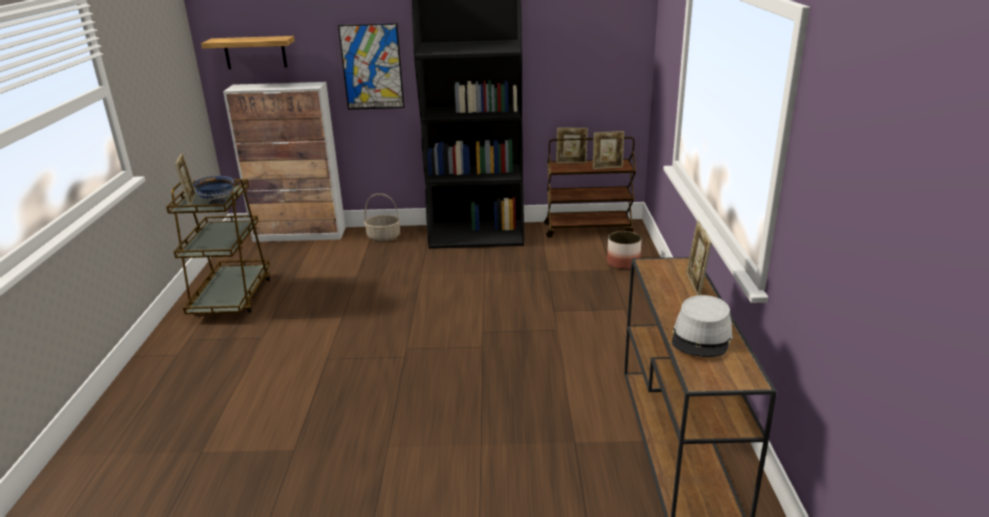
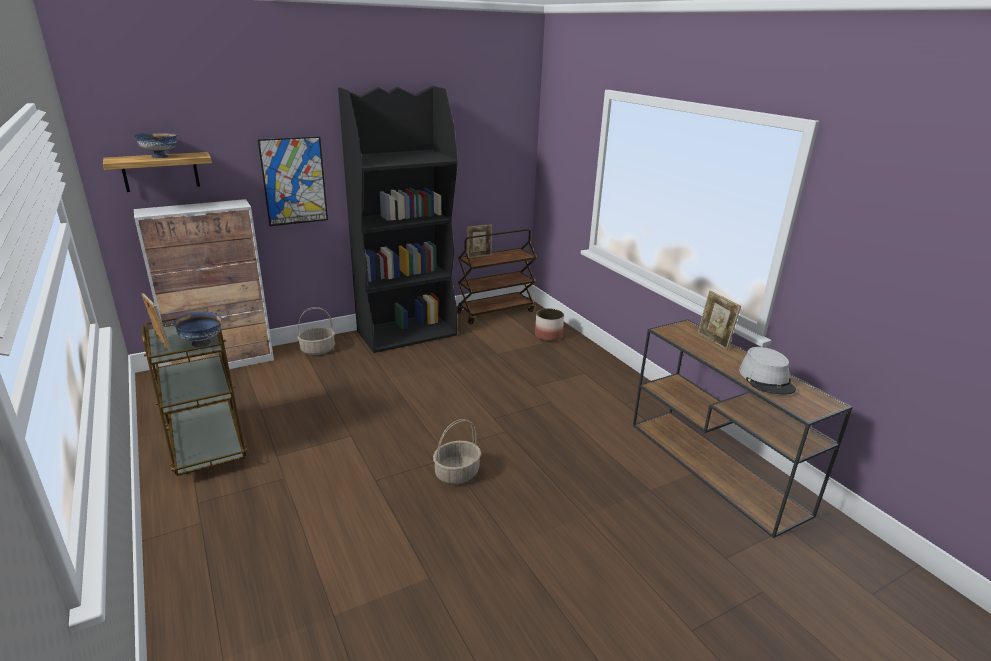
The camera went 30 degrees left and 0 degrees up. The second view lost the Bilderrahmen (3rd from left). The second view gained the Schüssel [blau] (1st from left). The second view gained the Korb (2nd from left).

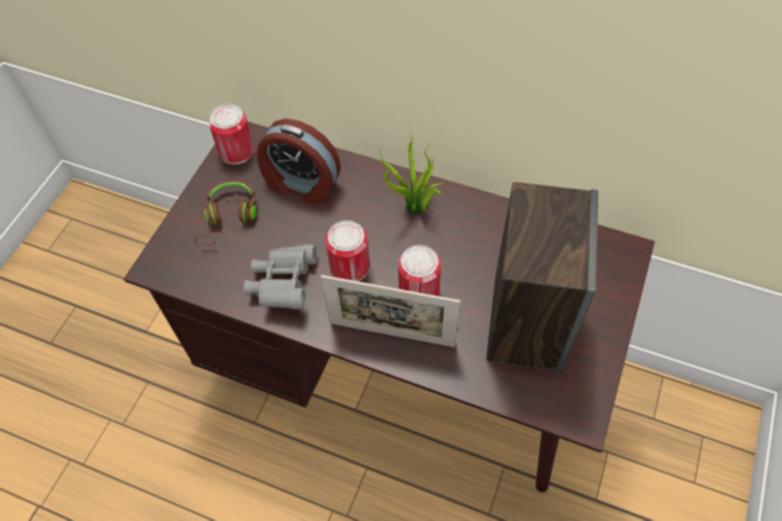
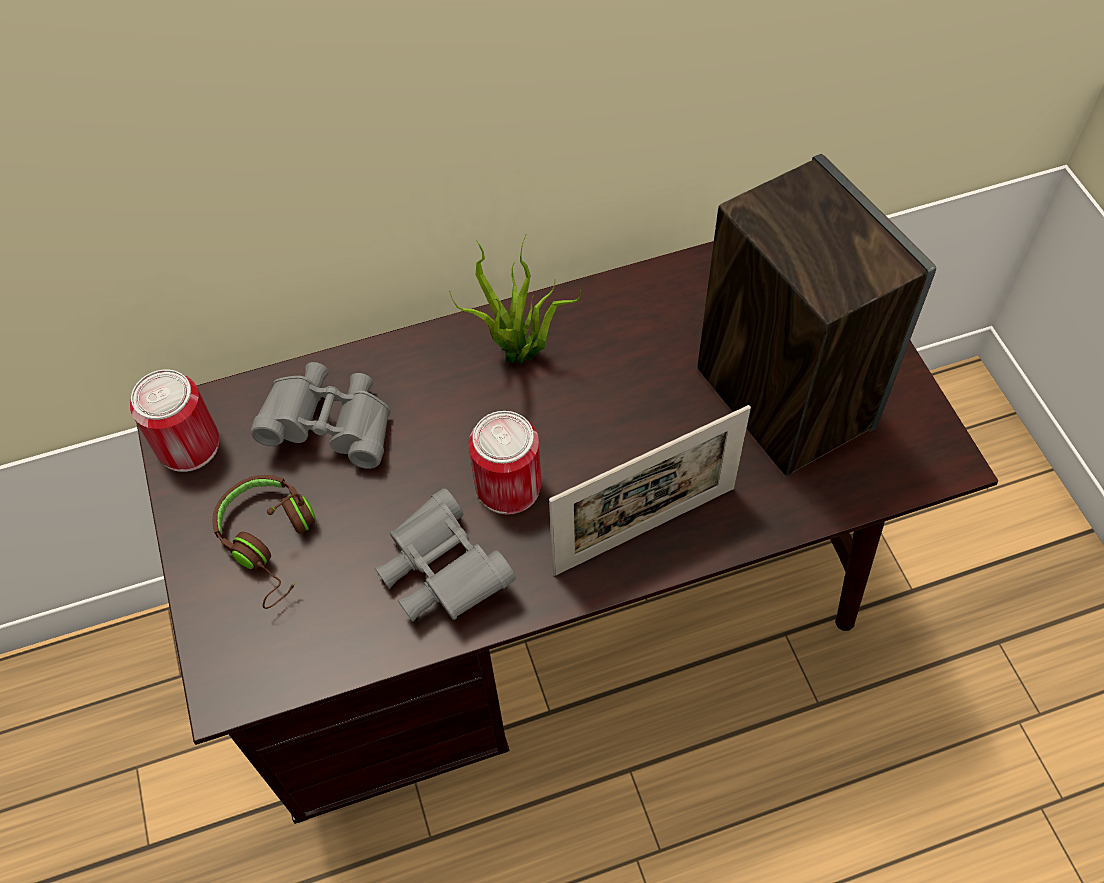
The camera went 40 degrees left and 0 degrees up. The second view lost the Dose (3rd from left). Where the Wecker stood, the Fernglas [grau] (1st from left) came to stand.

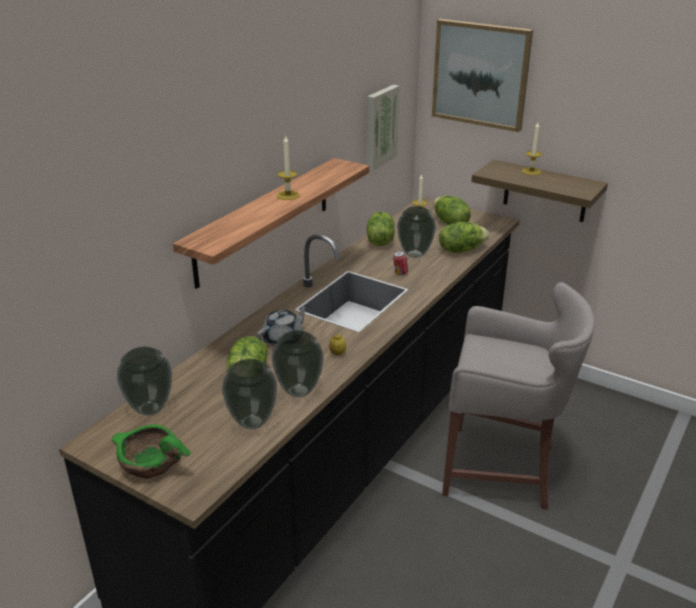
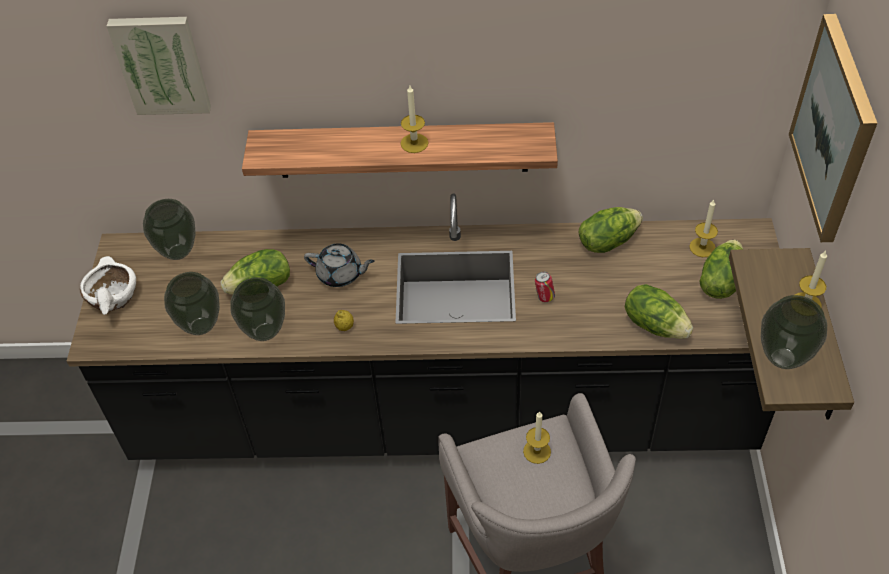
The camera went 60 degrees right and 20 degrees up. The second view gained the Kerze (2nd from left). The Bild (1st from left) ended up elsewhere. The Vase (4th from left) ended up elsewhere. What was the Schüssel [grün] turned into the Schüssel [weiß].

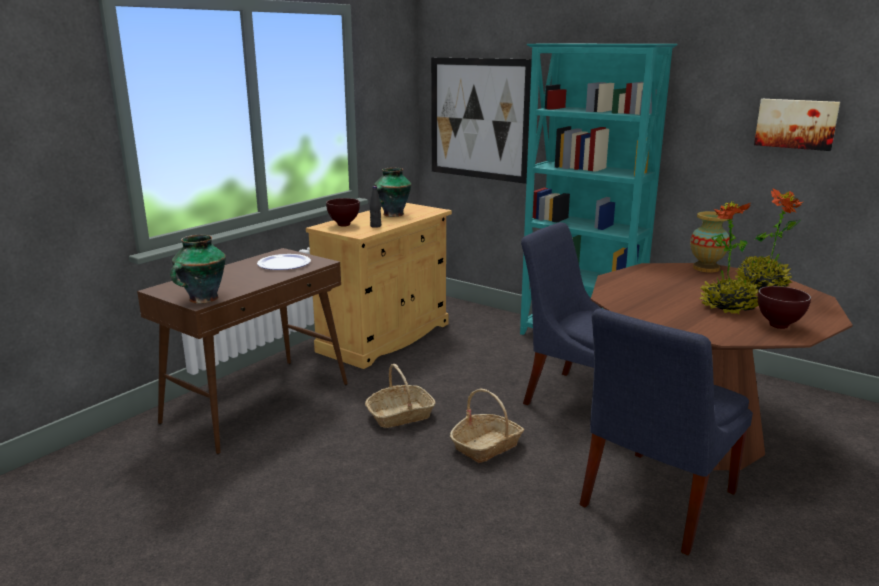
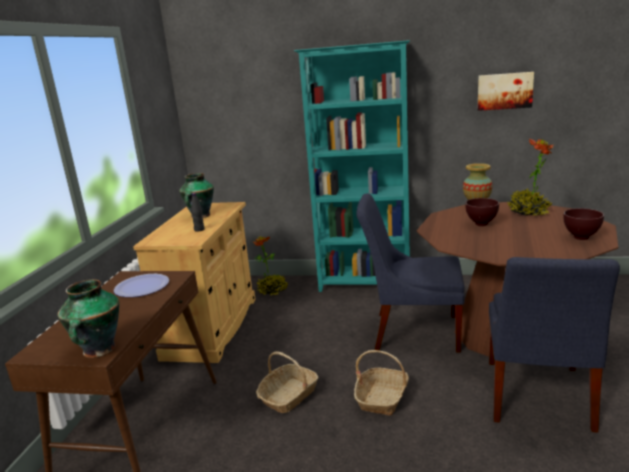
The camera went 25 degrees left and 0 degrees up. The second view lost the Bild (1st from left). The Schüssel [braun] (1st from left) ended up elsewhere. The Topfpflanze (1st from left) ended up elsewhere.

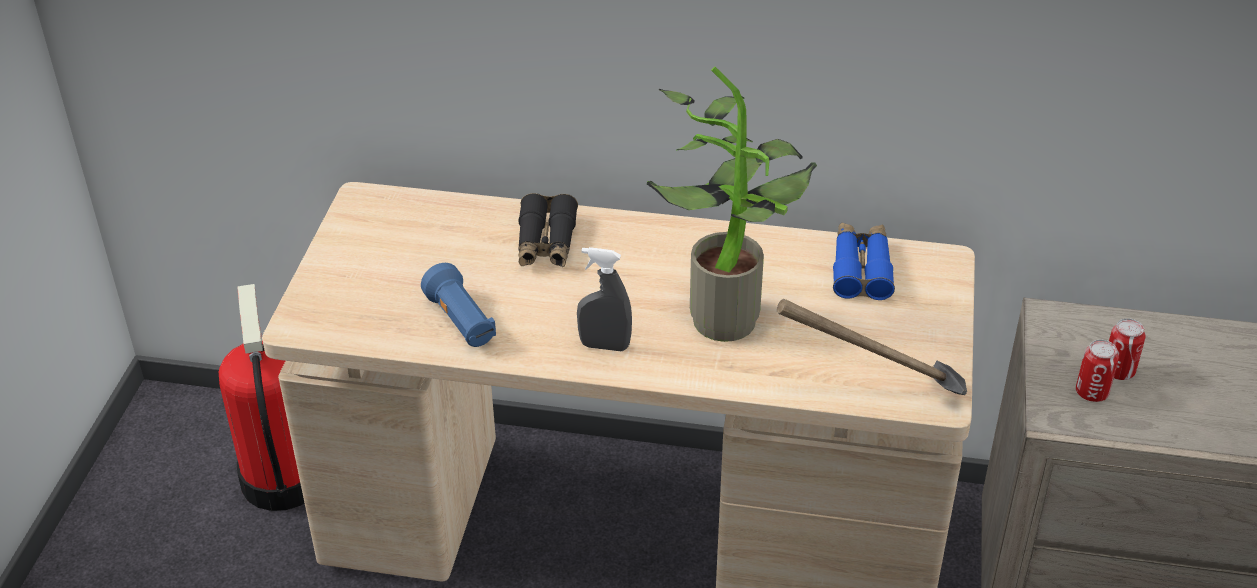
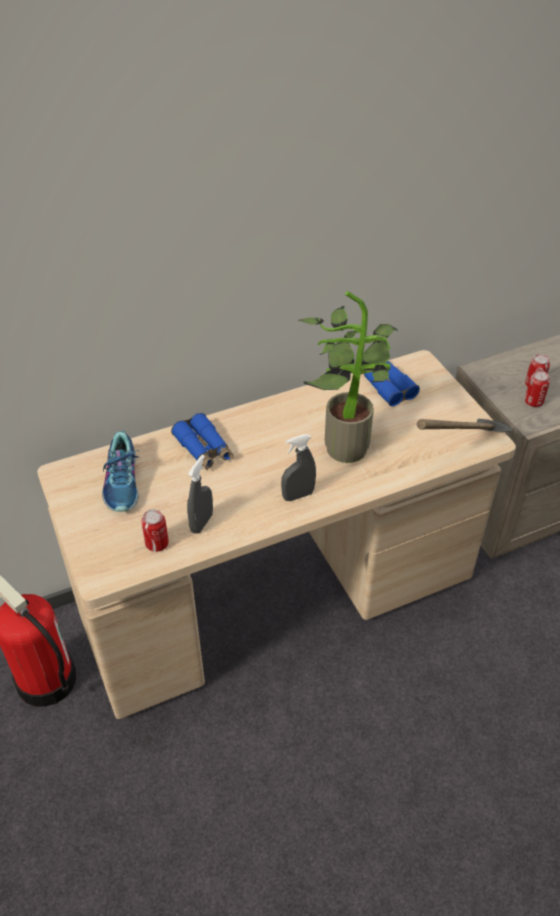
The camera went 35 degrees left and 5 degrees up. The second view gained the Schuh. The second view gained the Dose (1st from left). Where the Taschenlampe [blau] stood, the Sprühflasche [grau] (1st from left) came to stand. What was the Fernglas [schwarz] turned into the Fernglas [blau] (1st from left).

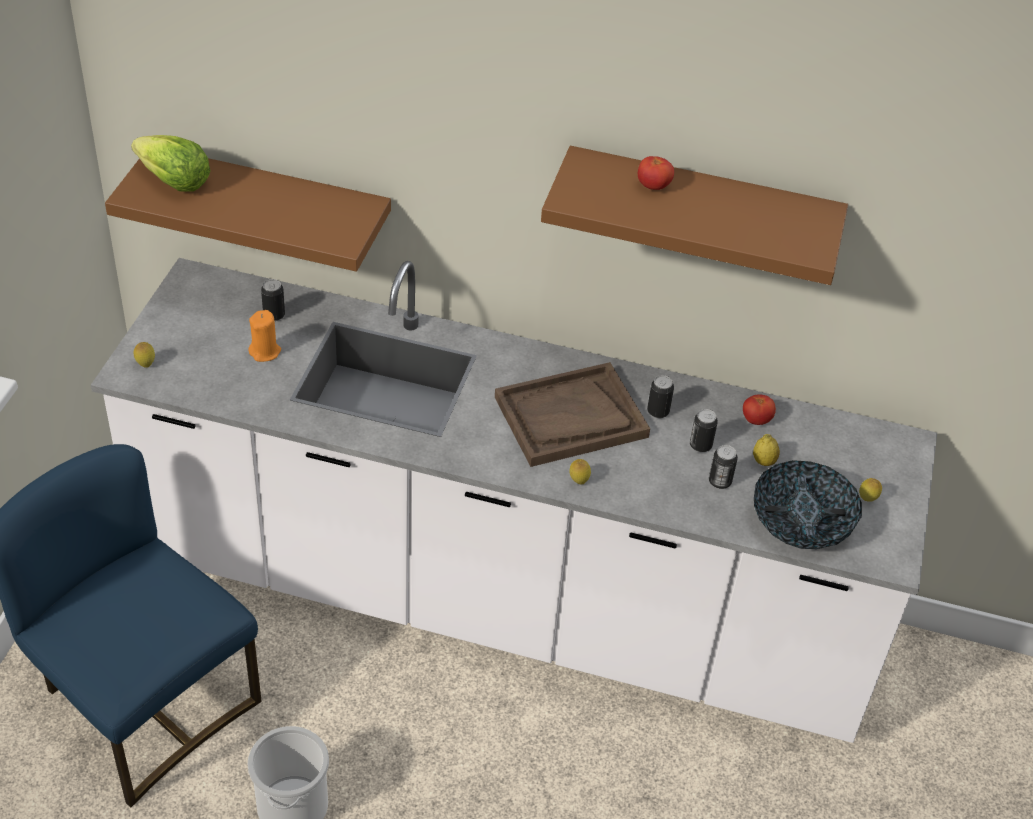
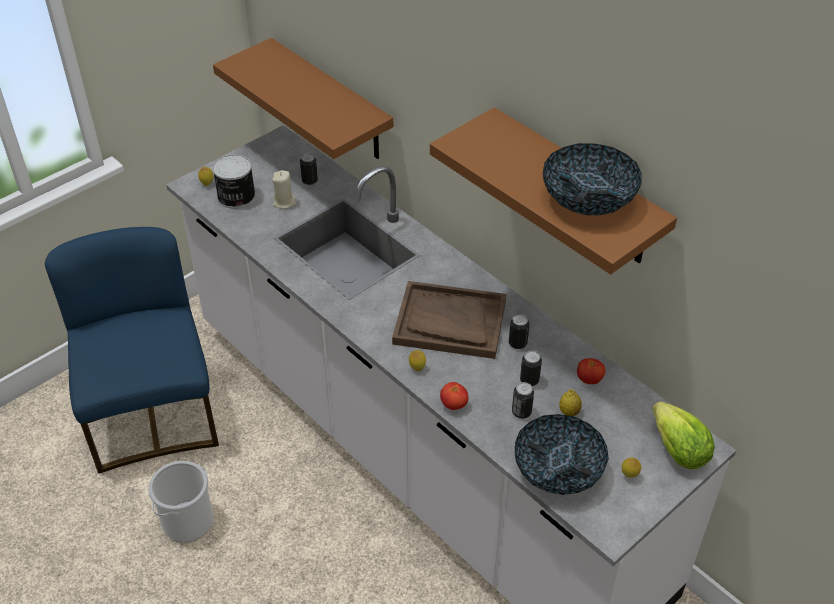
The camera went 35 degrees right and 0 degrees up. The second view gained the Dose (1st from left). The second view gained the Schüssel (2nd from left). The Salatkopf ended up elsewhere. The Tomate (1st from left) ended up elsewhere. What was the Kerze [orange] turned into the Kerze [beige].

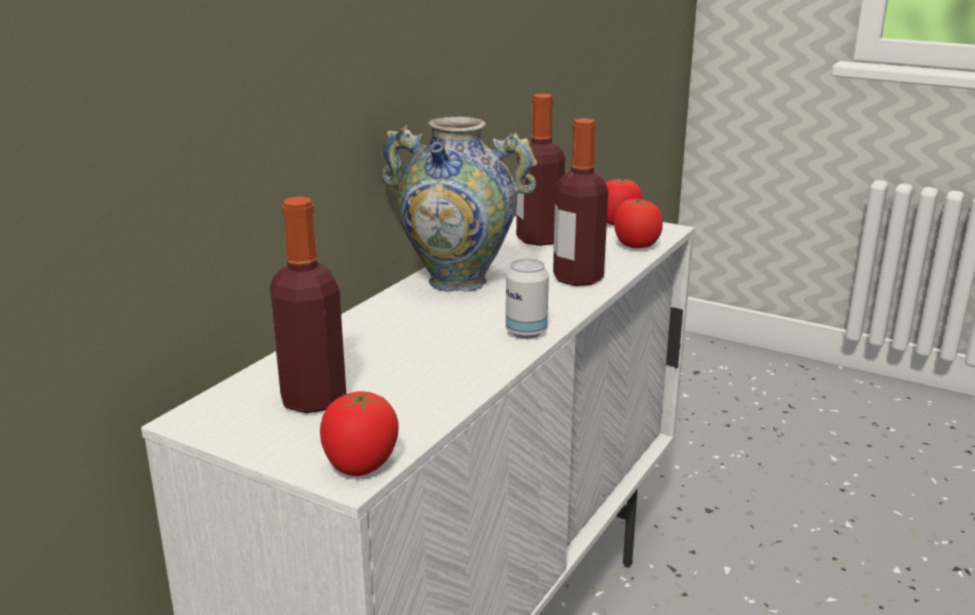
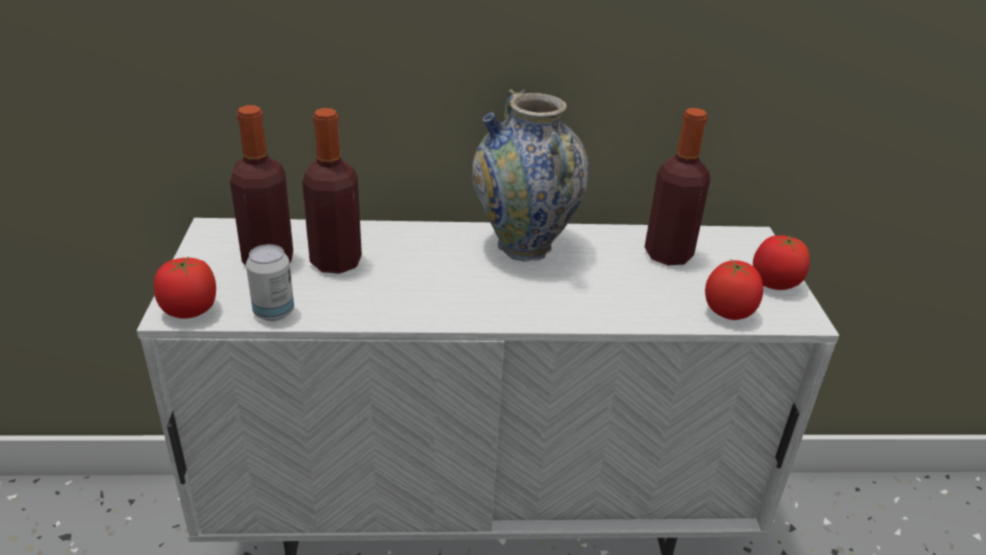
The camera went 55 degrees right and 10 degrees up. The Dose ended up elsewhere. The Flasche (3rd from left in the first image) ended up elsewhere.

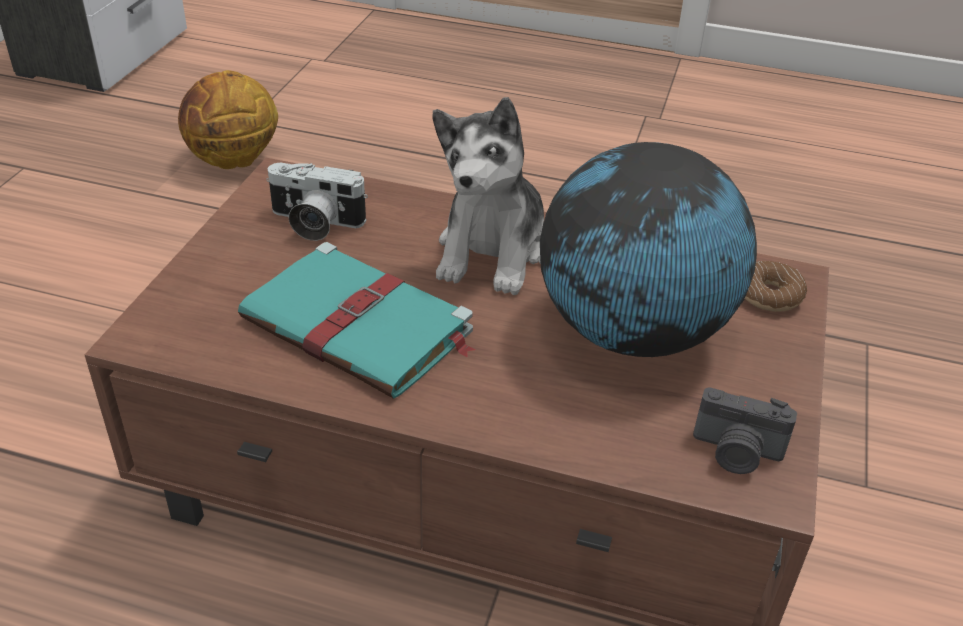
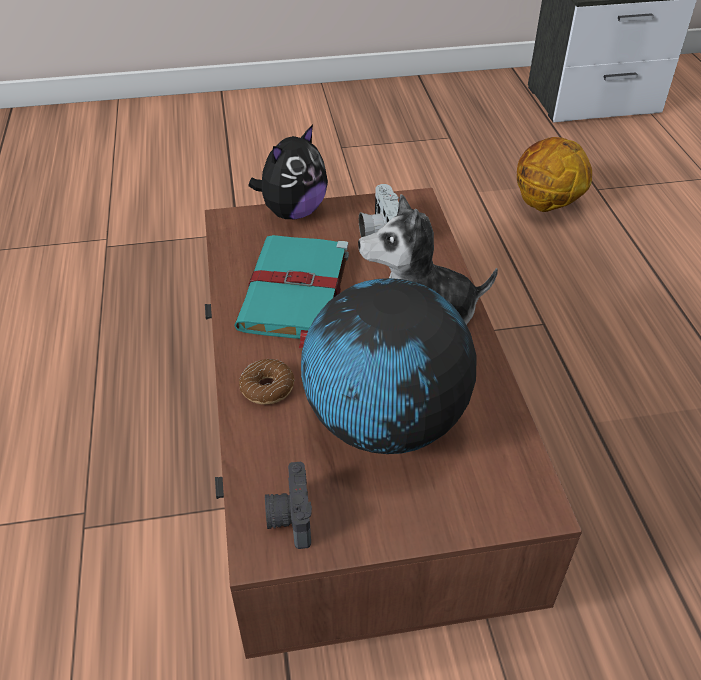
The camera went 65 degrees right and 5 degrees up. The second view gained the Plüschtier (1st from left). The Donut ended up elsewhere.

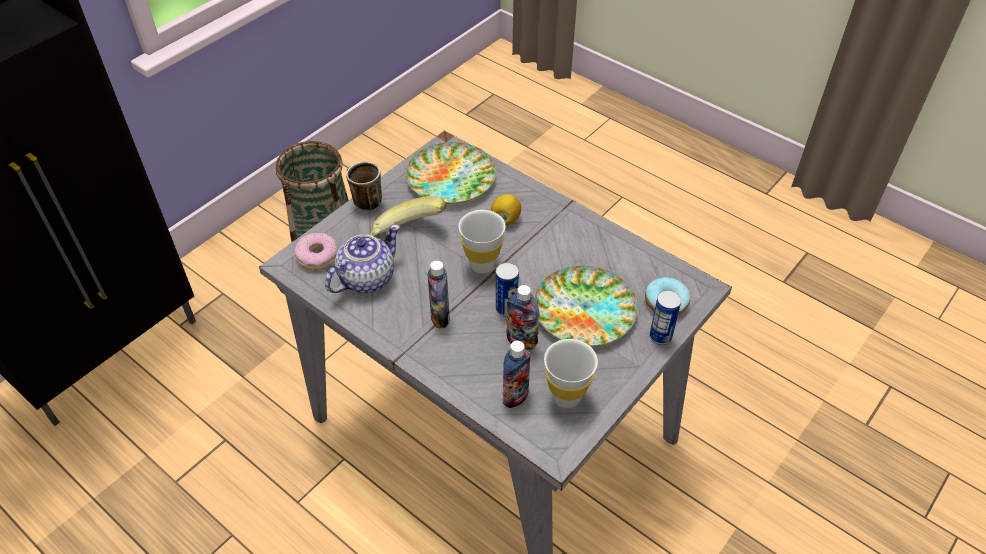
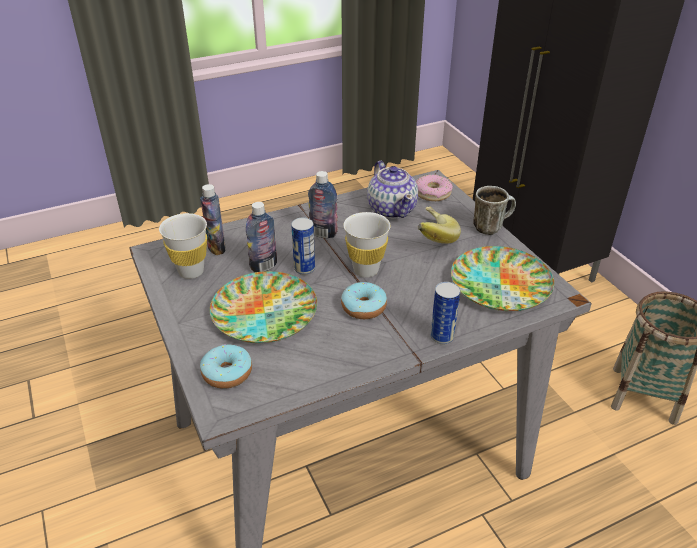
The camera went 115 degrees right and 10 degrees down. The second view lost the Zitrone. The second view gained the Donut (2nd from left). The Dose (2nd from left) ended up elsewhere.

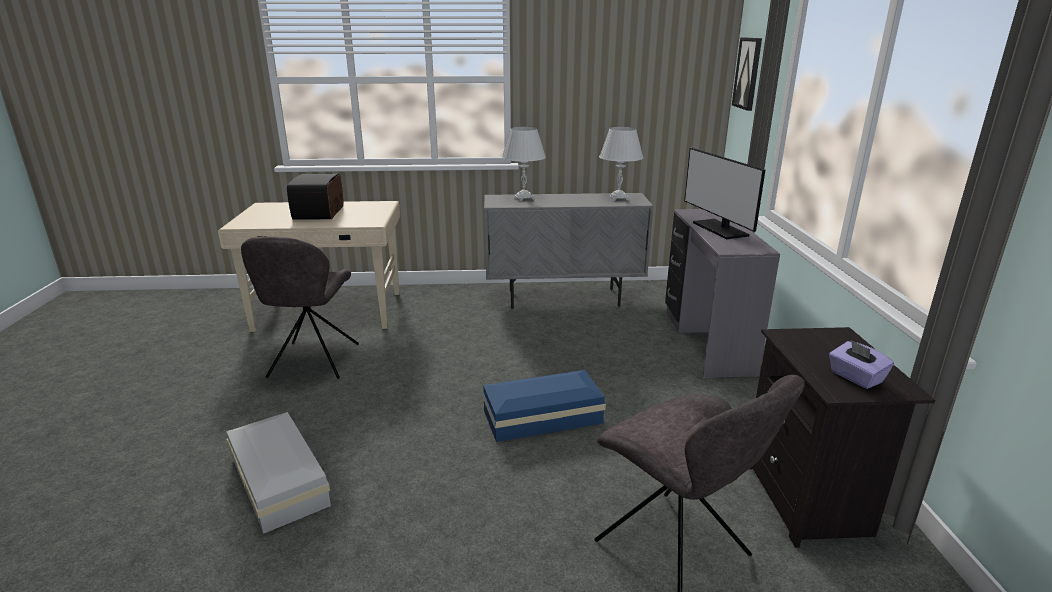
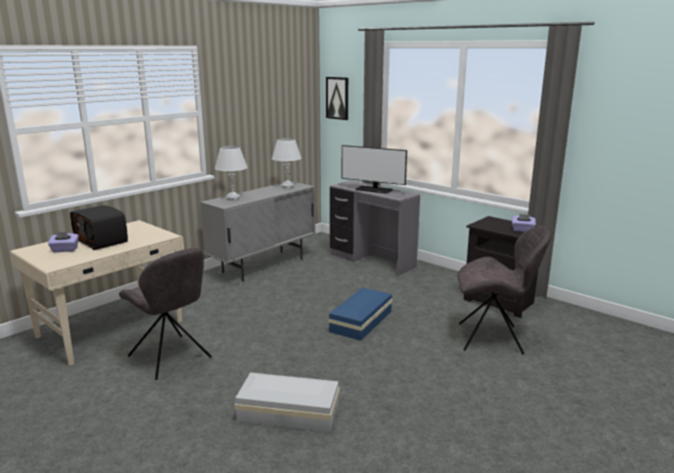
The camera went 45 degrees left and 5 degrees down. The second view gained the Taschentuchbox [lila] (1st from left).

